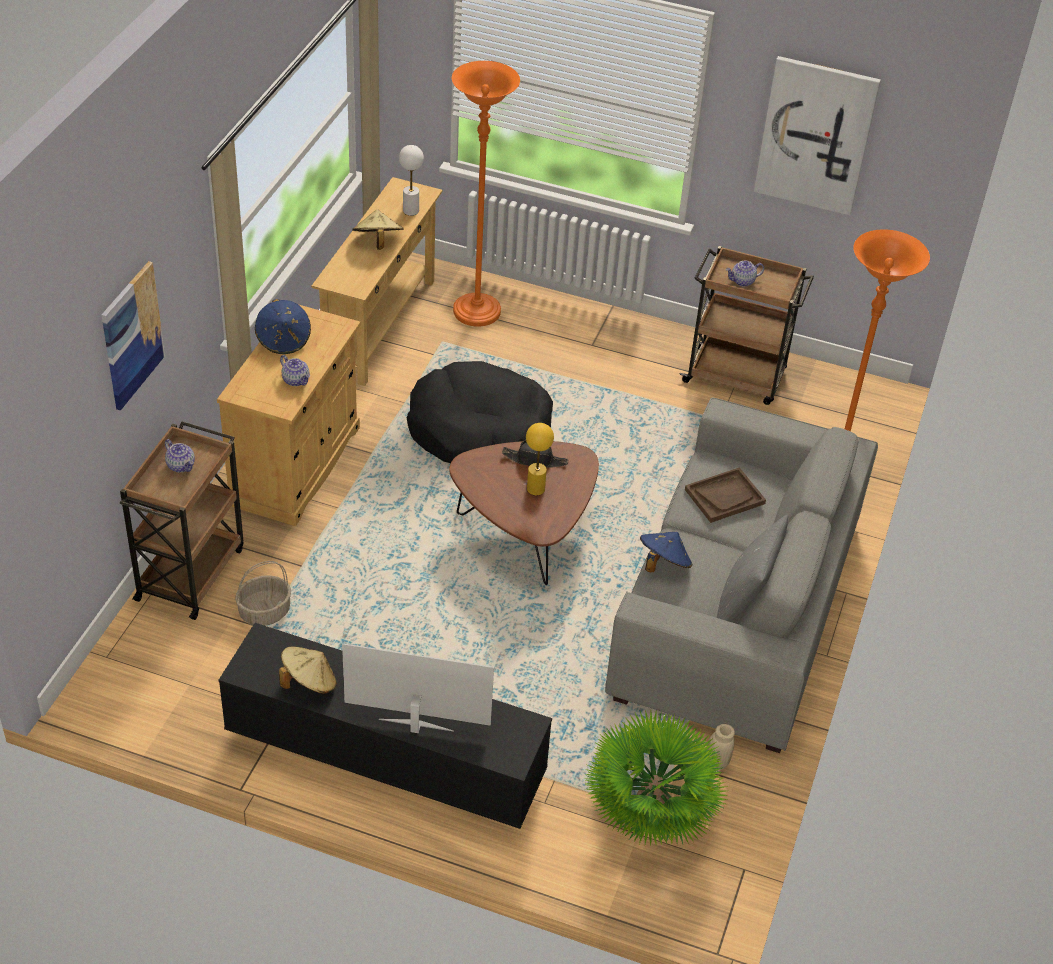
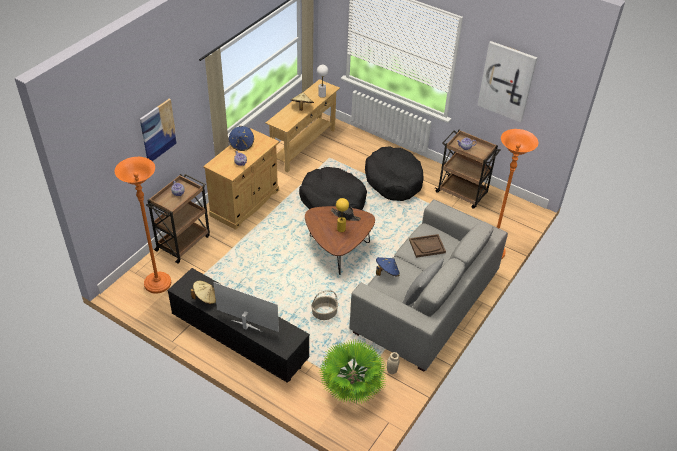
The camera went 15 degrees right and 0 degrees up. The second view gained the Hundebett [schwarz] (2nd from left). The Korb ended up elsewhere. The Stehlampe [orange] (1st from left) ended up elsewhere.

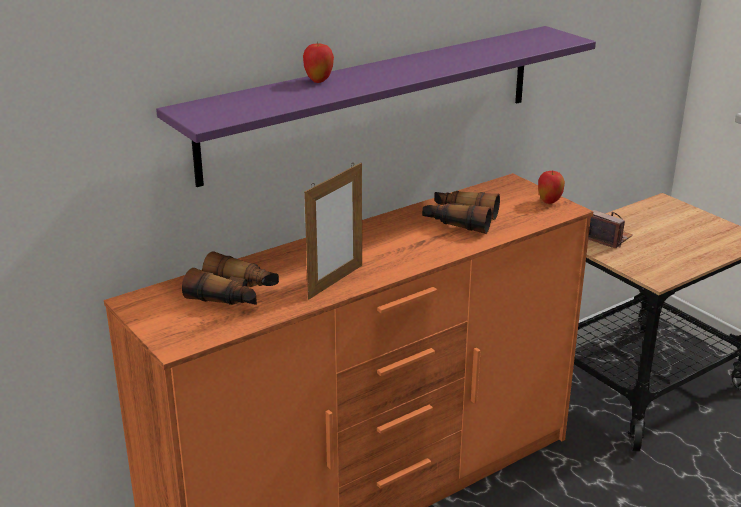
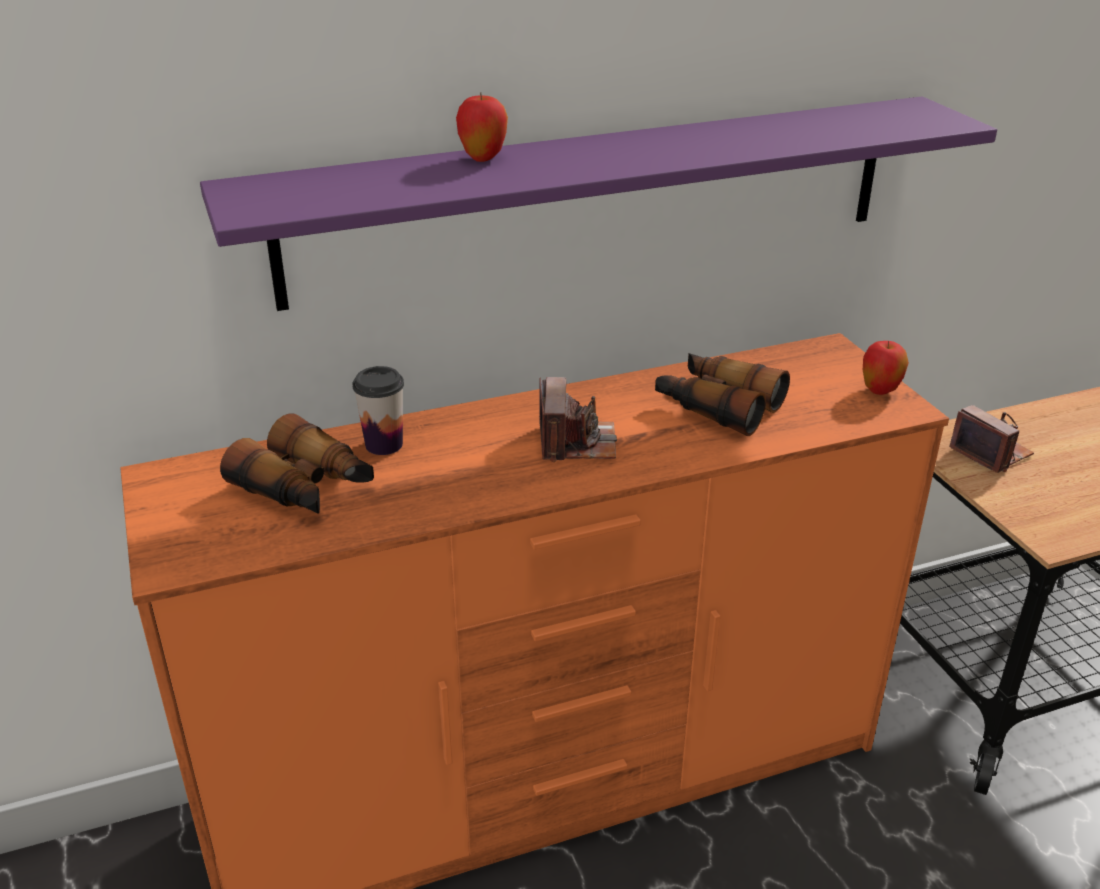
The camera went 15 degrees right and 5 degrees up. The second view lost the Bilderrahmen. The second view gained the Tasse. The second view gained the Kamera (1st from left).

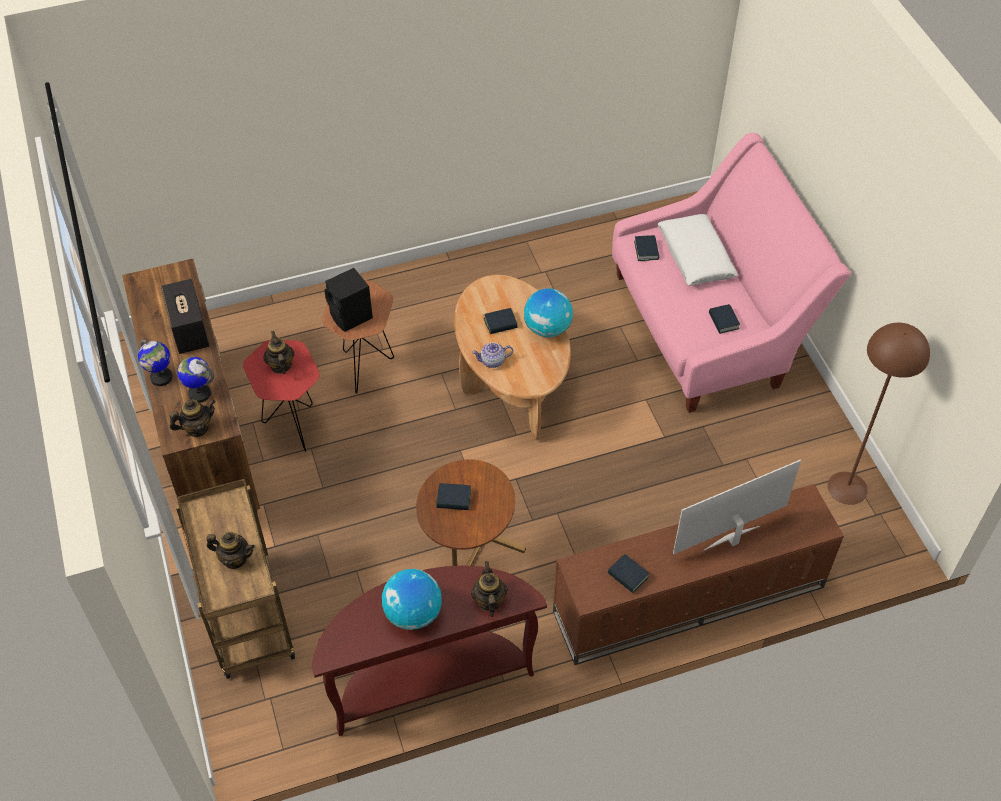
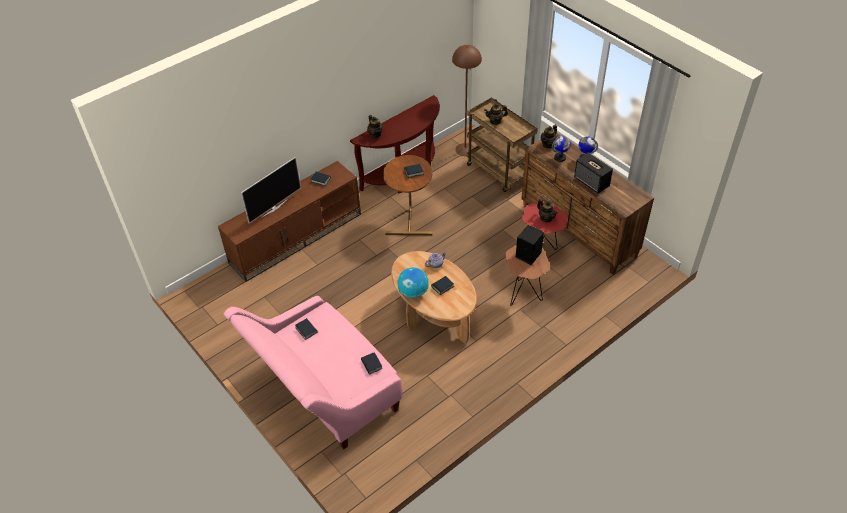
The camera went 160 degrees right and 5 degrees down. The second view lost the Globus (3rd from left). The second view lost the Kissen [weiß]. The Stehlampe [braun] ended up elsewhere.

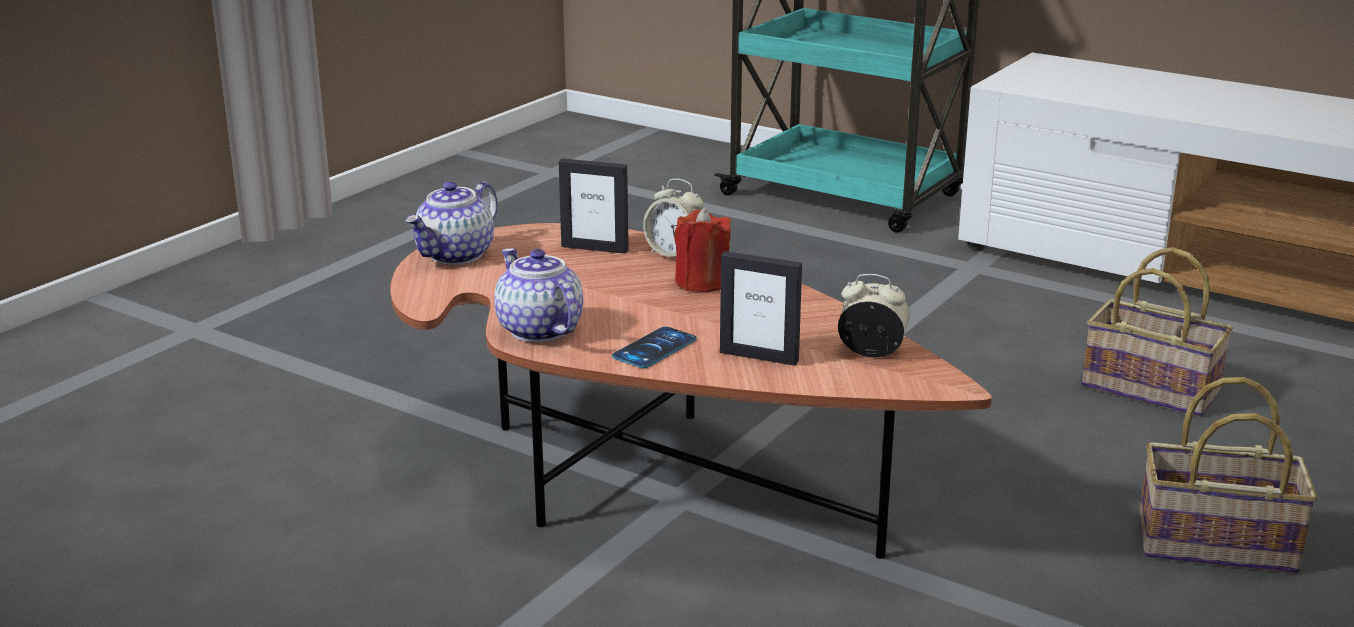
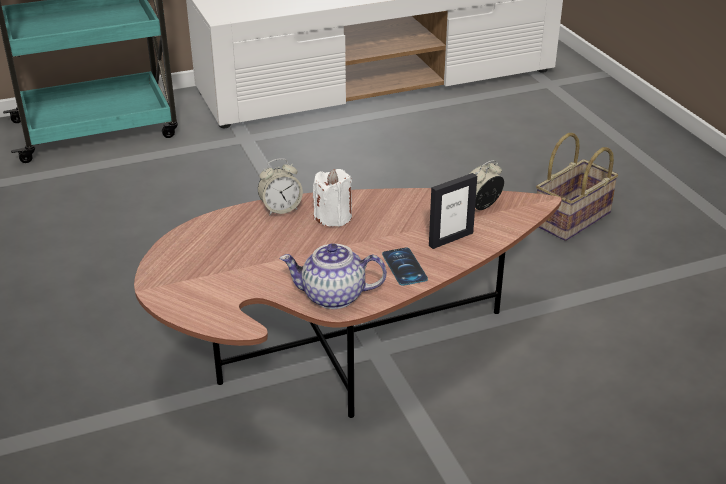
The camera went 55 degrees left and 10 degrees up. The second view lost the Teekanne (1st from left). The second view lost the Bilderrahmen (1st from left). The second view lost the Korb (1st from left). What was the Kerze [rot] turned into the Kerze [weiß].

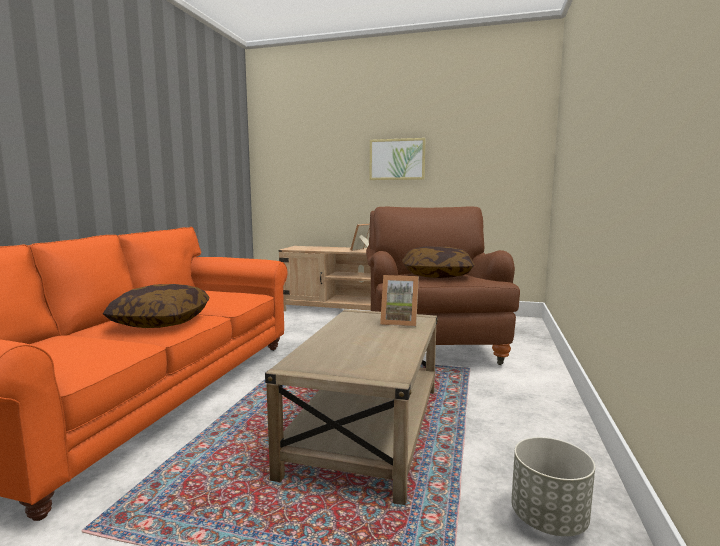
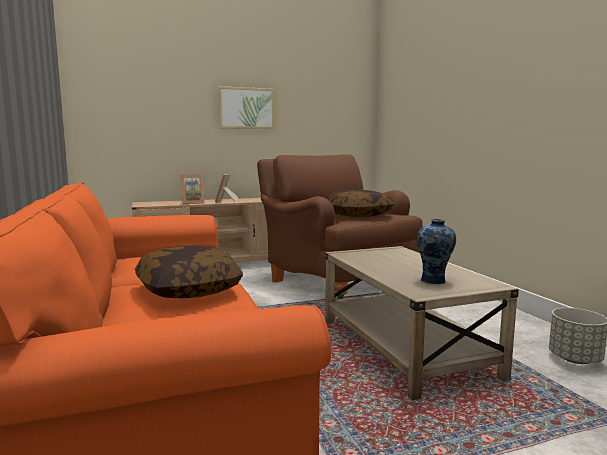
The camera went 35 degrees left and 0 degrees up. The second view gained the Vase. The Bilderrahmen (2nd from left in the first image) ended up elsewhere.

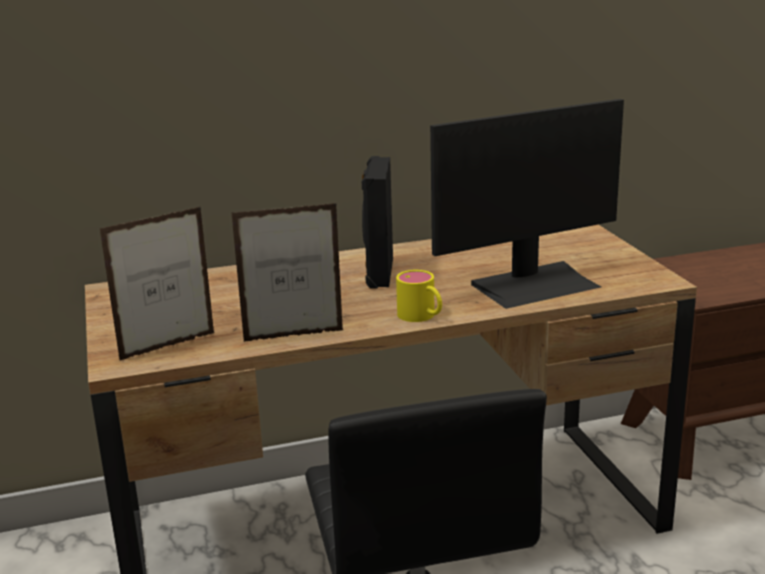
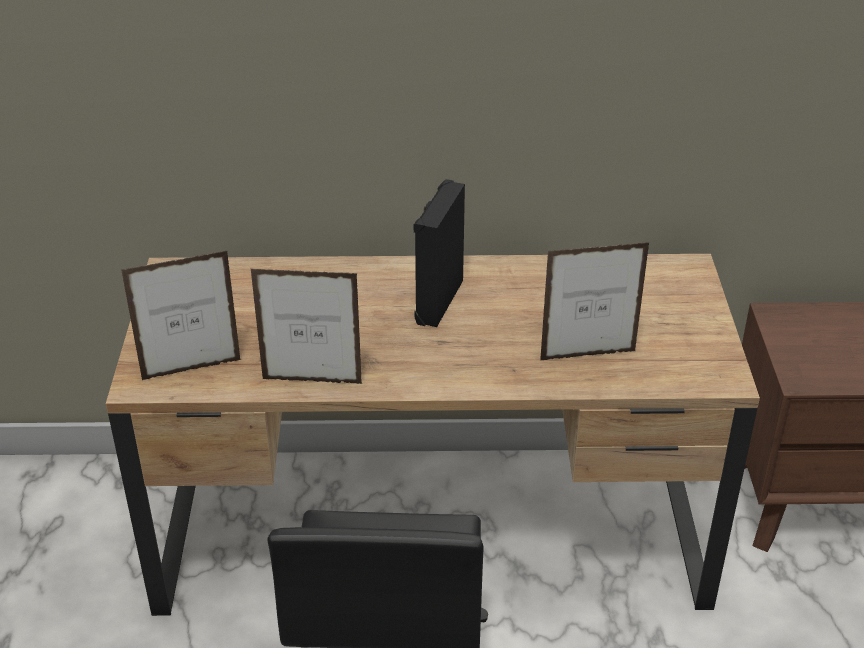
The camera went 15 degrees right and 15 degrees up. The second view lost the Henkelbecher [gelb]. Where the Monitor stood, the Bilderrahmen (3rd from left) came to stand.

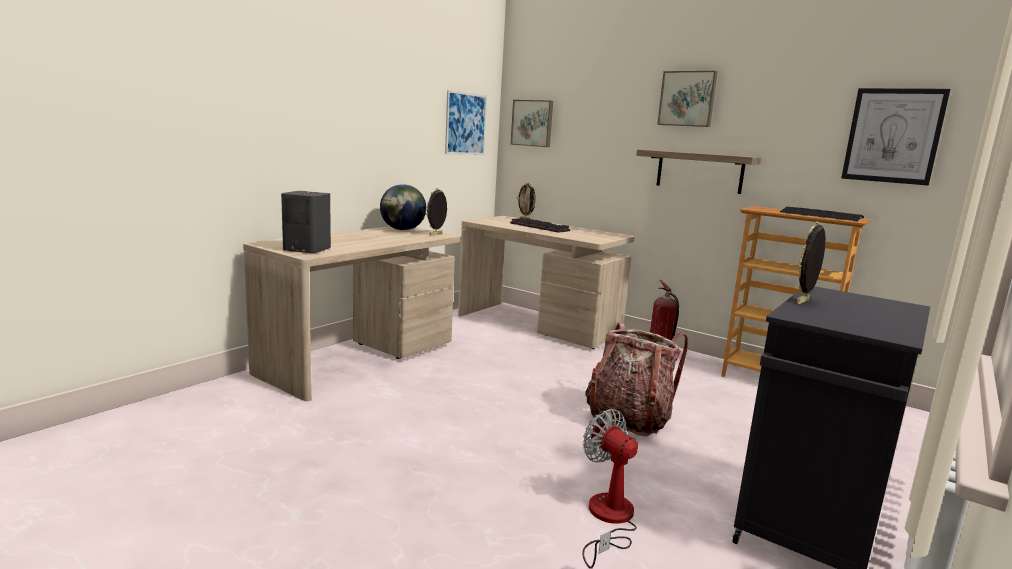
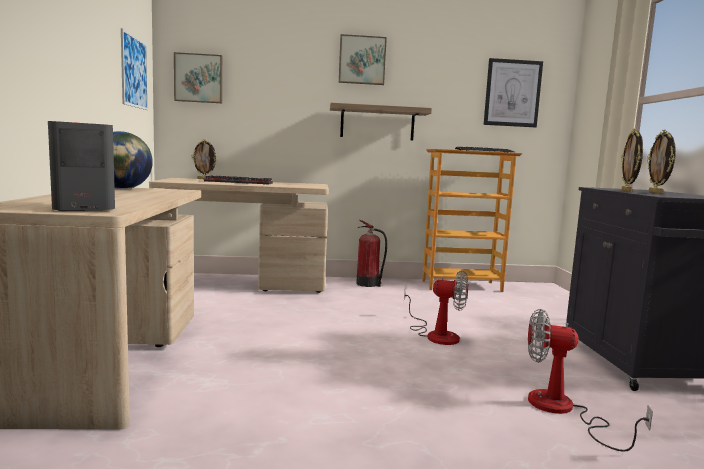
The camera went 40 degrees left and 5 degrees down. The Bilderrahmen (1st from left in the first image) ended up elsewhere. Where the Rucksack stood, the Ventilator (1st from left) came to stand.

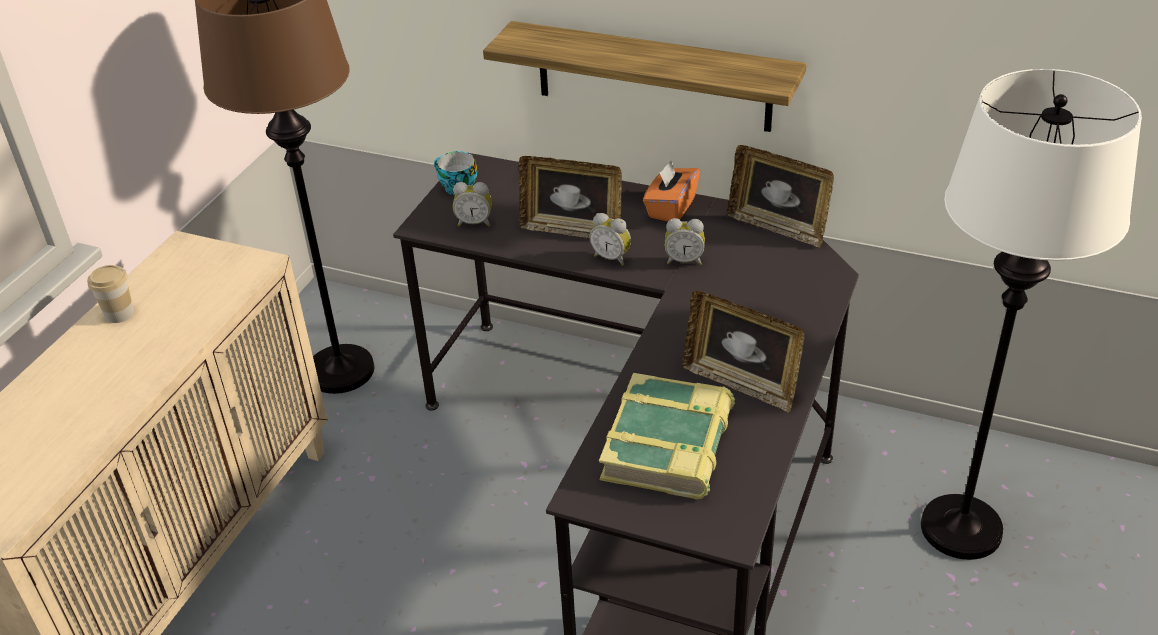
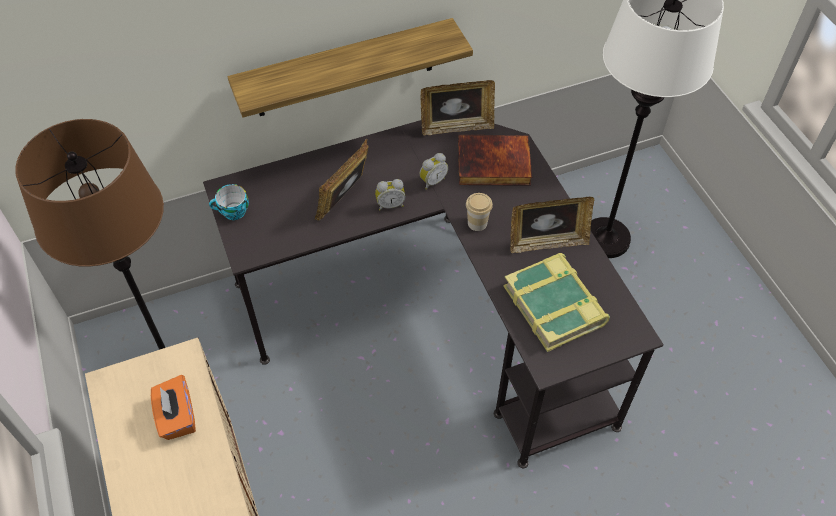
The camera went 45 degrees left and 15 degrees up. The second view lost the Wecker (1st from left). The second view gained the Buch (1st from left). The Tasse (1st from left in the first image) ended up elsewhere. The Taschentuchbox [orange] ended up elsewhere. The Bilderrahmen (1st from left) ended up facing another way, 150 degrees clockwise from before.

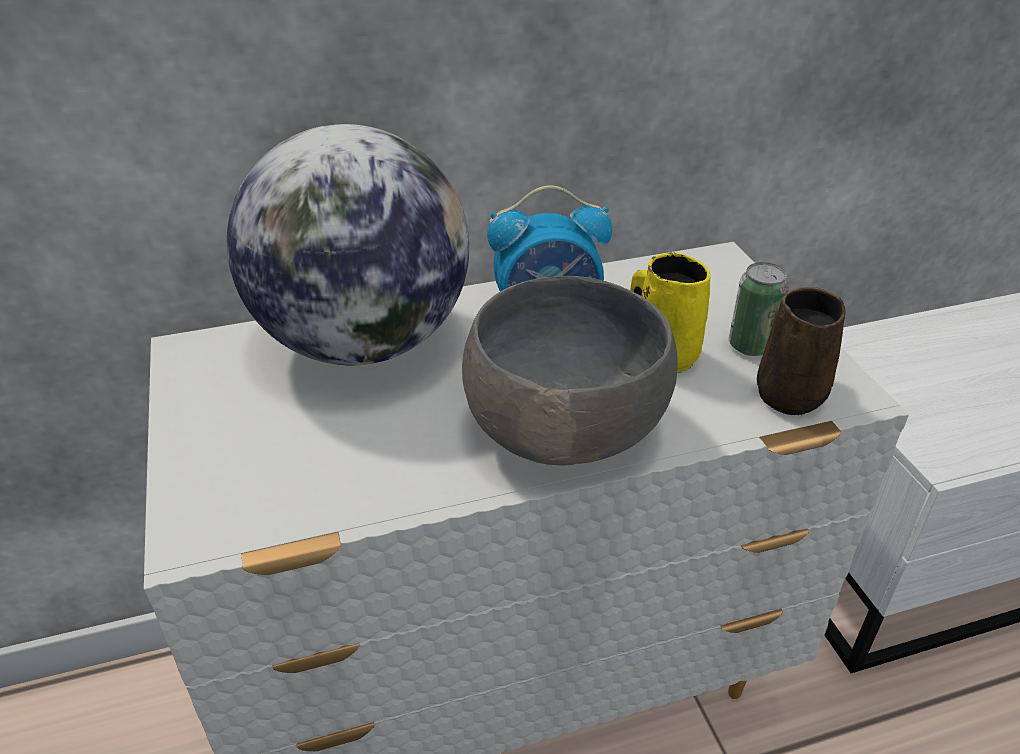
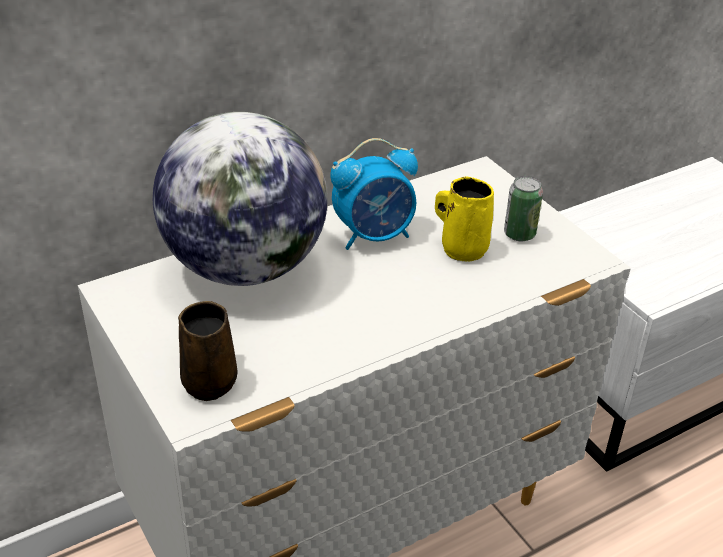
The camera went 15 degrees left and 0 degrees up. The second view lost the Schüssel [grau]. The Henkelbecher [braun] ended up elsewhere.

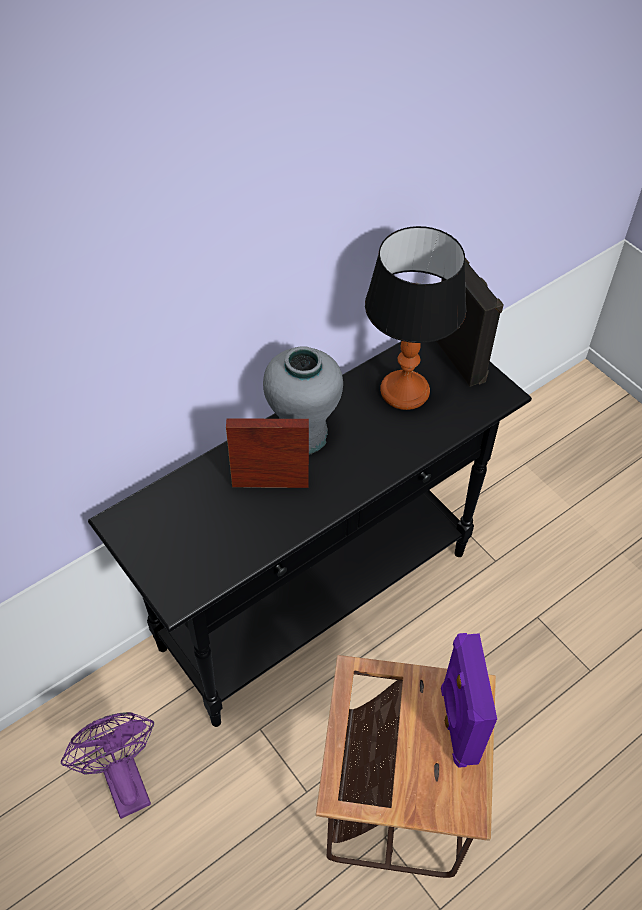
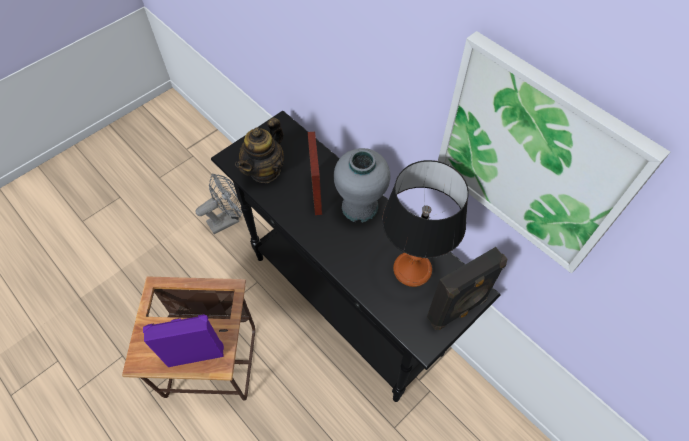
The camera went 85 degrees right and 5 degrees up. The second view gained the Teekanne. The second view gained the Bild. What was the Ventilator [lila] turned into the Ventilator [grau].

